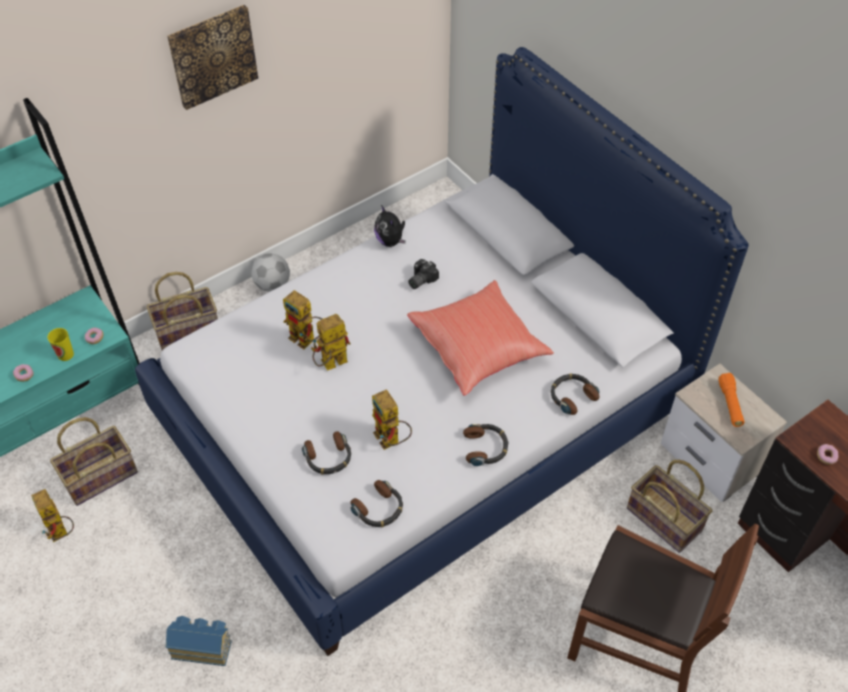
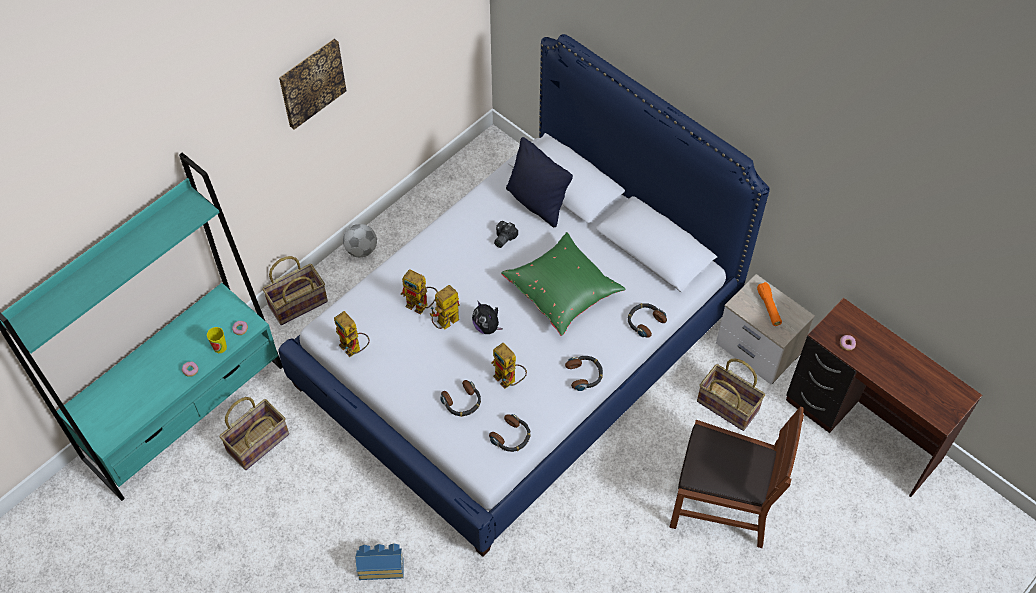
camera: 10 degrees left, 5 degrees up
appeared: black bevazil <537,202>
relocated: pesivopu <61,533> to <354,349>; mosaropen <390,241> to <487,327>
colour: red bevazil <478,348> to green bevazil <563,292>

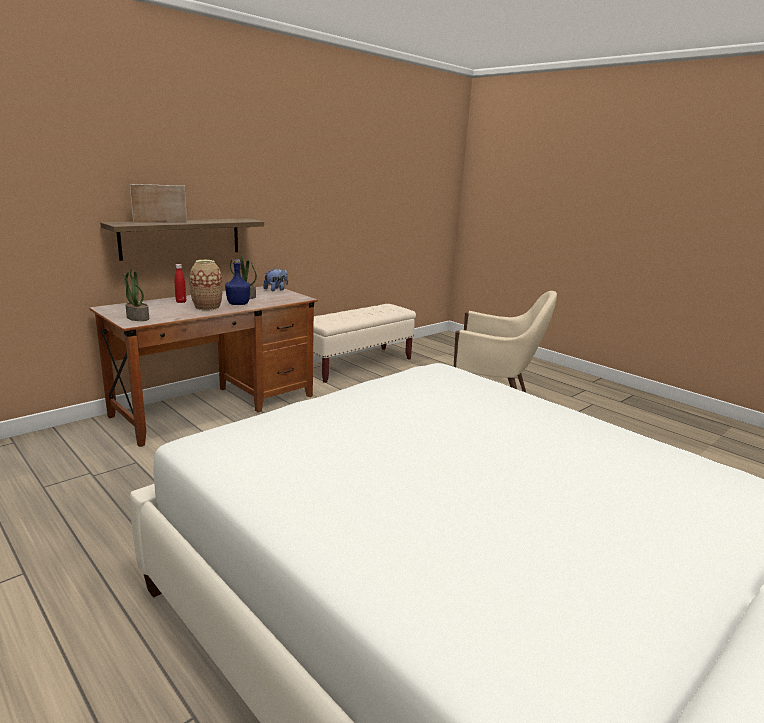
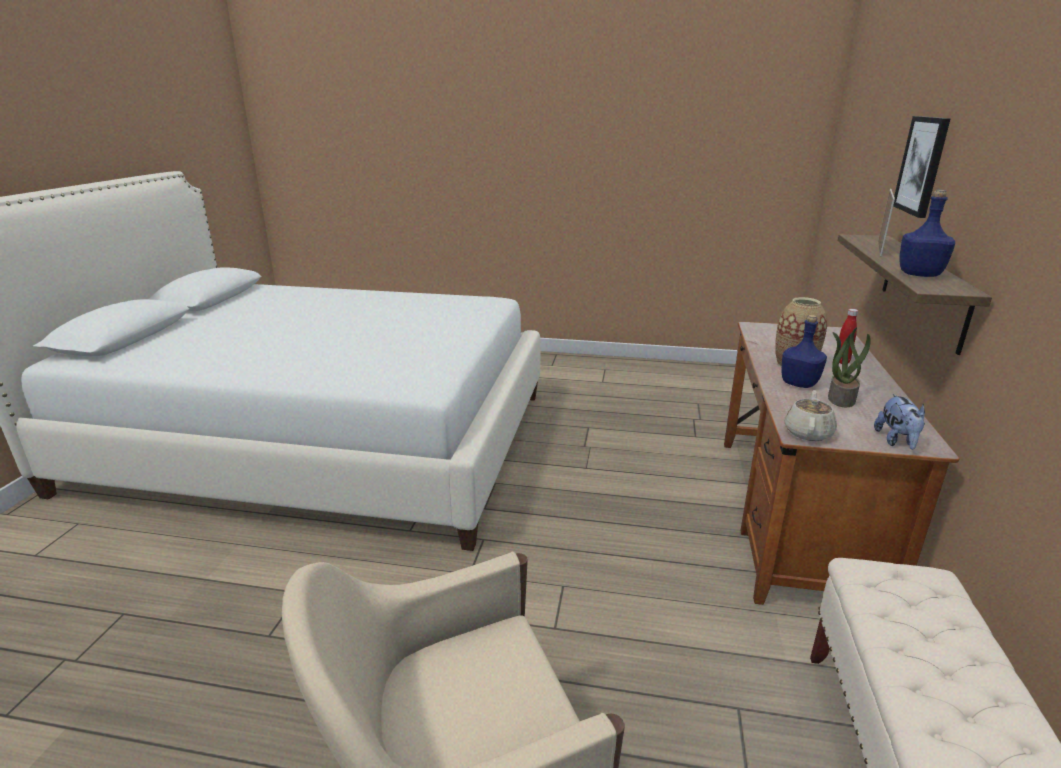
camera: 145 degrees right, 5 degrees up
missing: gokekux <137,318>
appeared: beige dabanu <808,432>; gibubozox <922,165>; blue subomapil <918,274>

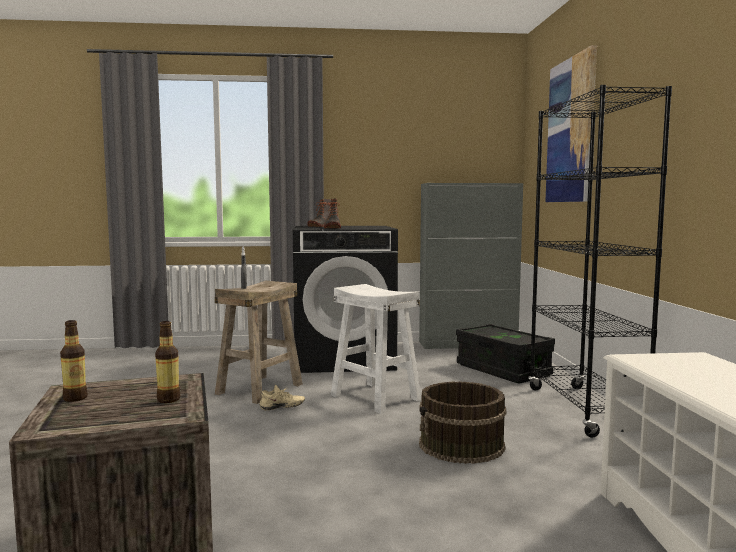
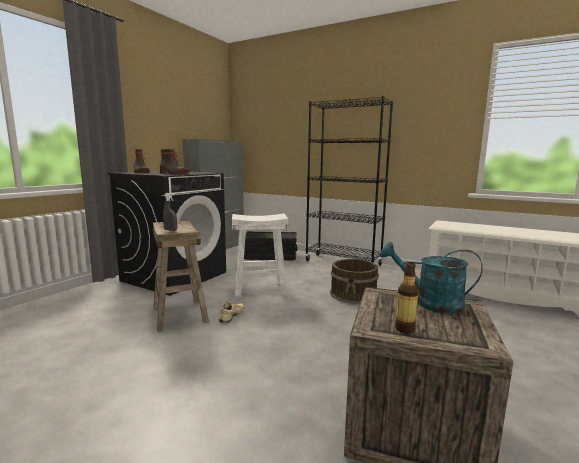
camera: 55 degrees left, 5 degrees up
missing: gibubozox <571,131>
exchanged: subomapil <168,399> to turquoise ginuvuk <430,303>

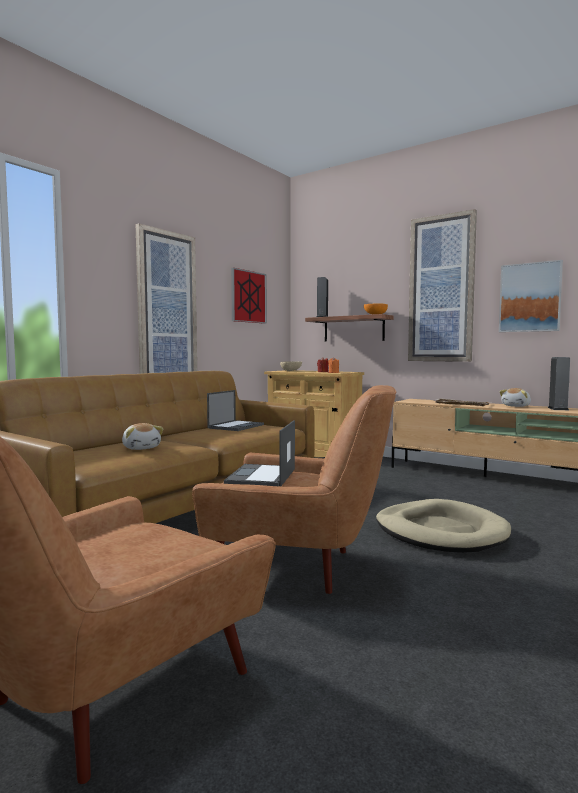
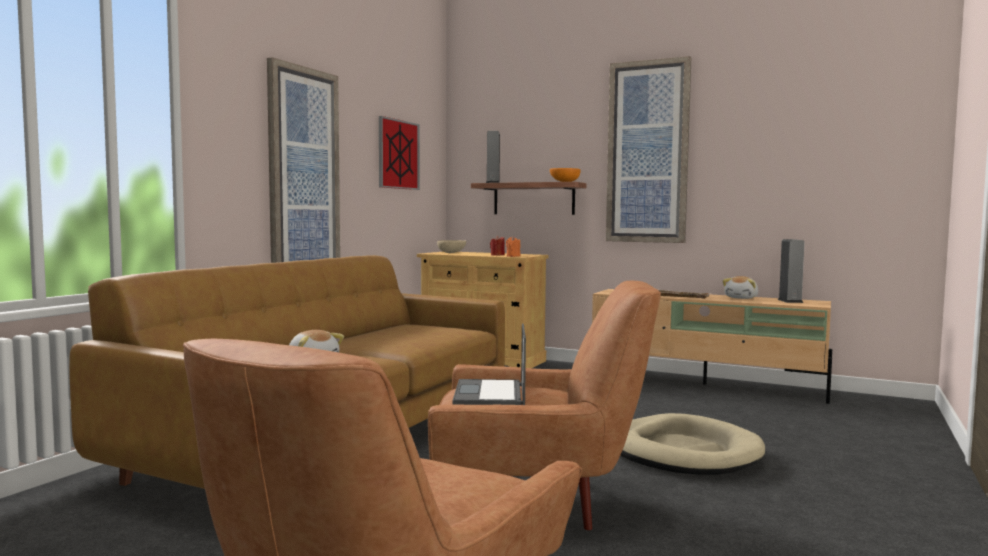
camera: 10 degrees left, 0 degrees up
missing: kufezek <236,426>; gibubozox <530,297>

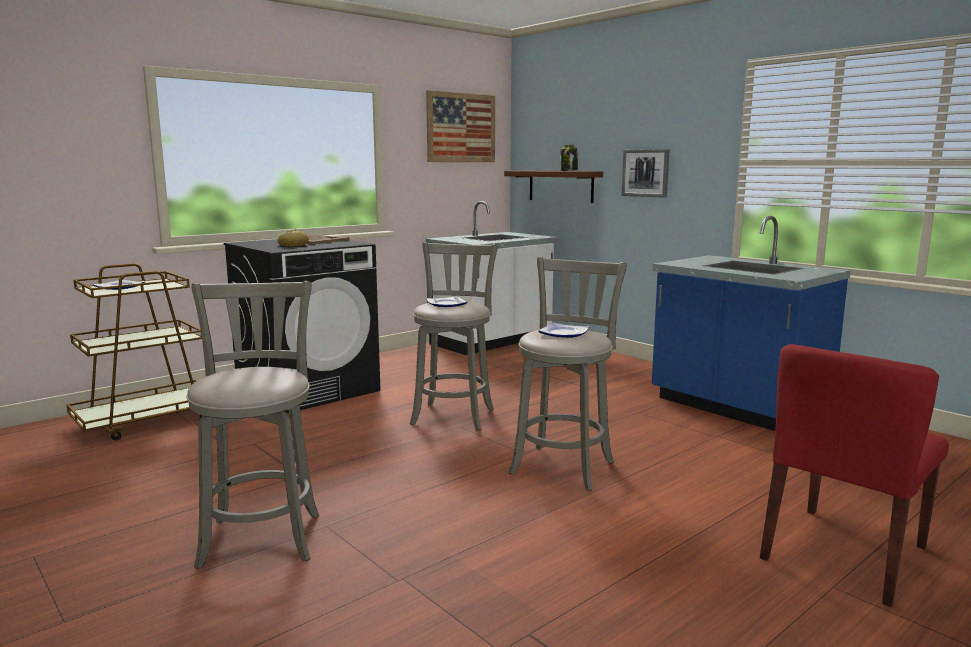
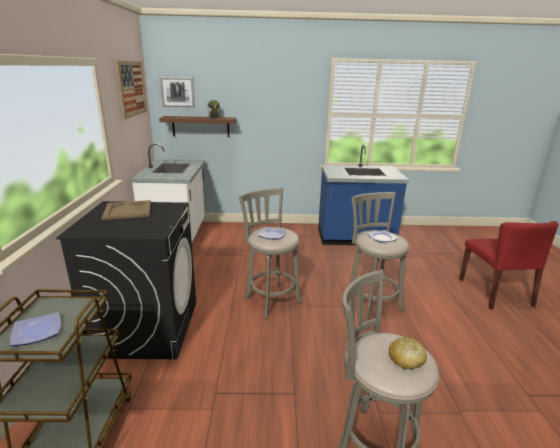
camera: 50 degrees left, 10 degrees up
relocated: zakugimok <293,245> to <406,359>; gibubozox <645,173> to <177,92>

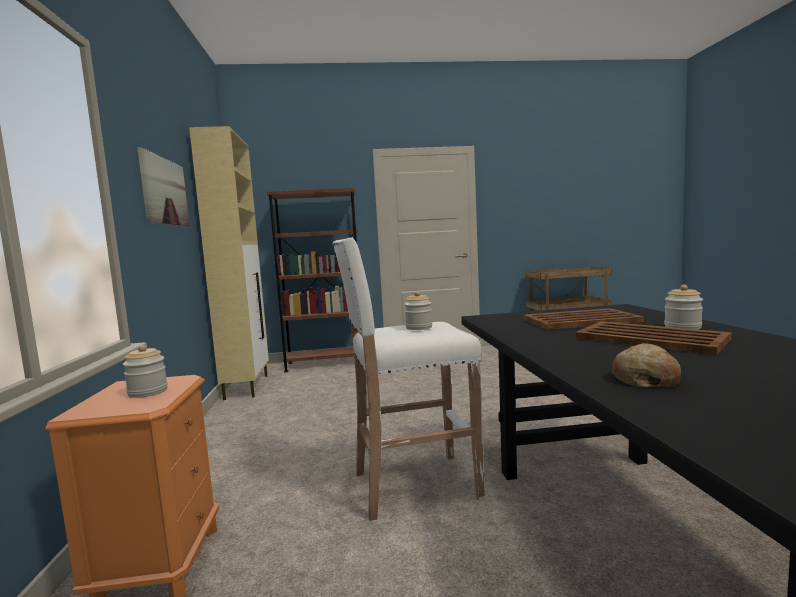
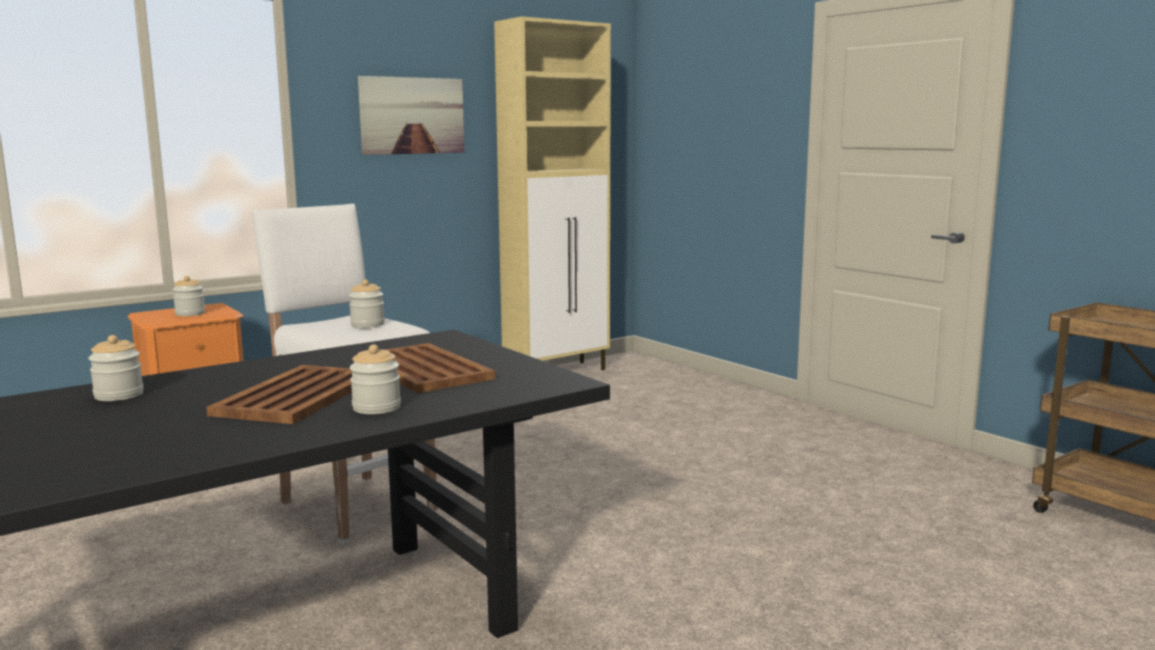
camera: 60 degrees right, 5 degrees up
missing: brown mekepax <326,364>
exchanged: zakugimok <645,379> to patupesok <119,395>

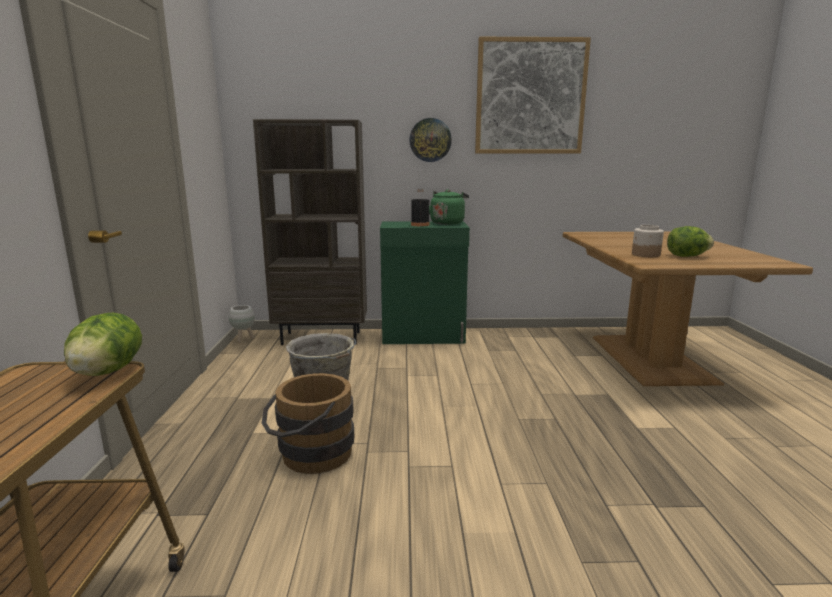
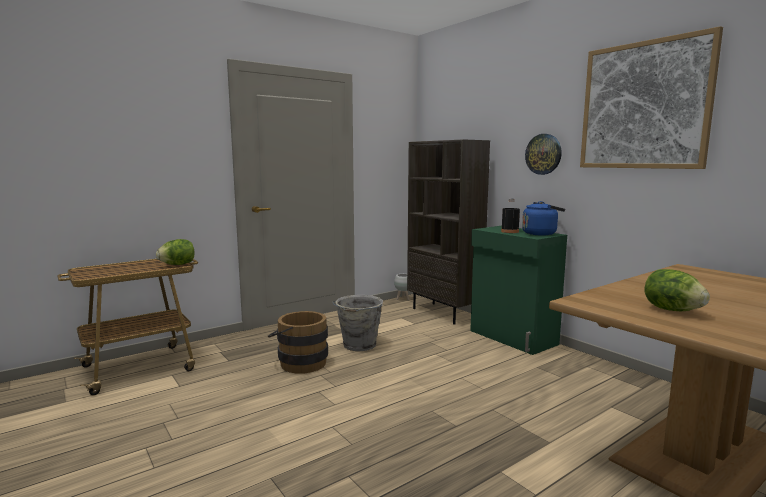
camera: 55 degrees right, 5 degrees down
missing: patupesok <645,255>
colour: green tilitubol <447,223> to blue tilitubol <541,233>

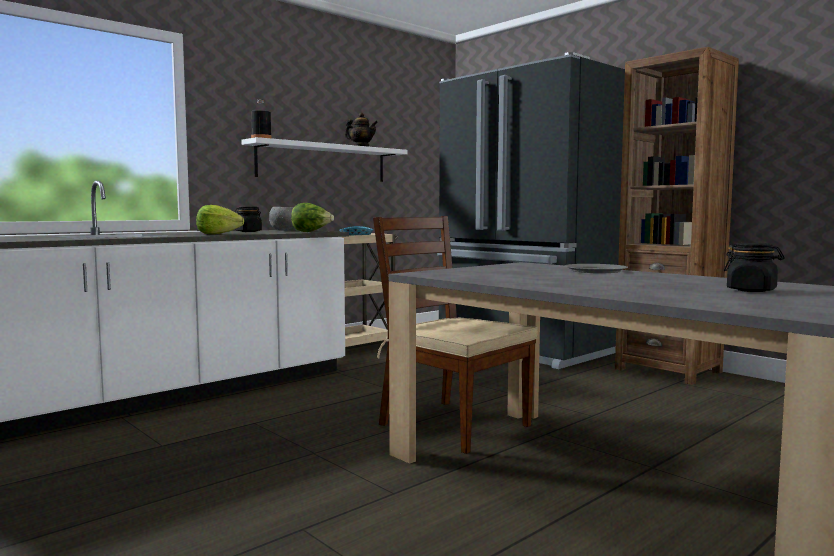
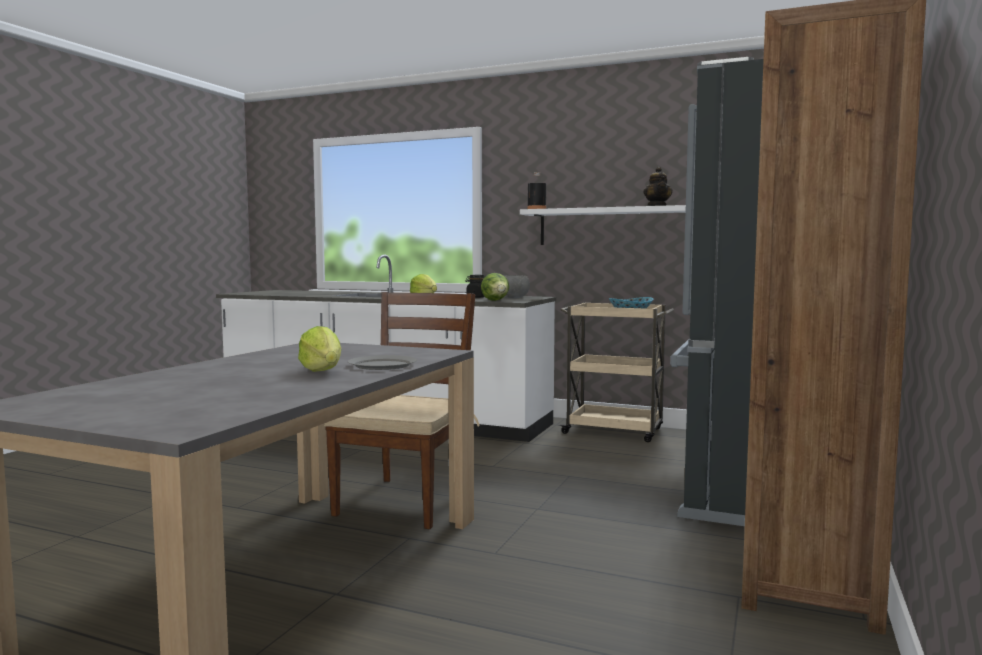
camera: 65 degrees right, 0 degrees up
missing: black patupesok <752,290>
appeared: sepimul <322,371>

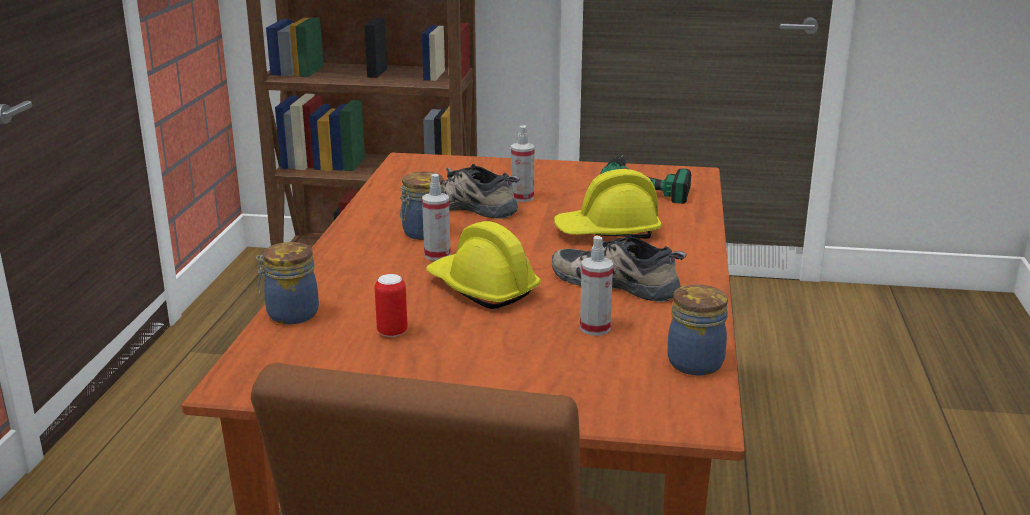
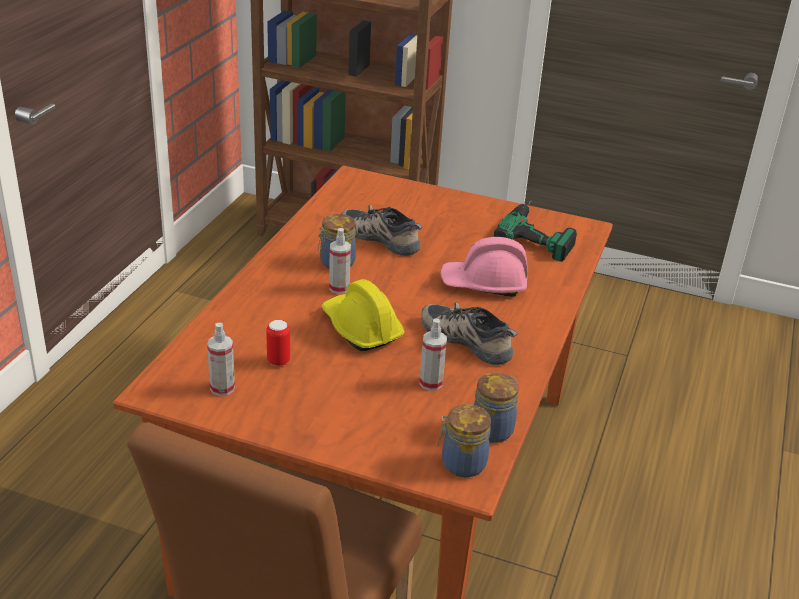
camera: 10 degrees right, 10 degrees up
relocated: patupesok <290,314> to <461,464>; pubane <522,197> to <222,388>
colour: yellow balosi <608,232> to pink balosi <484,284>

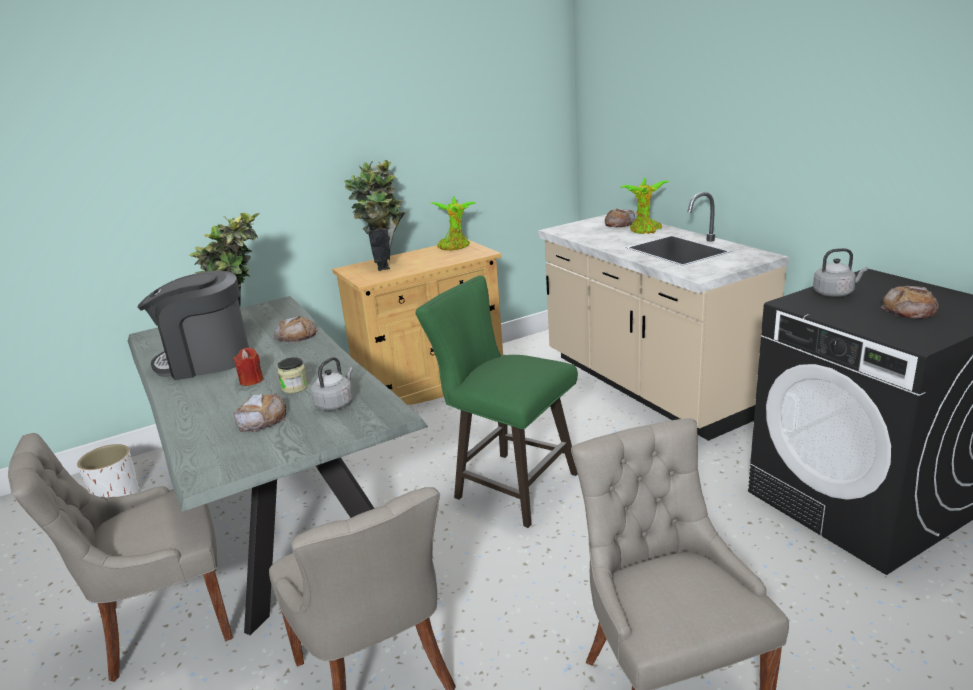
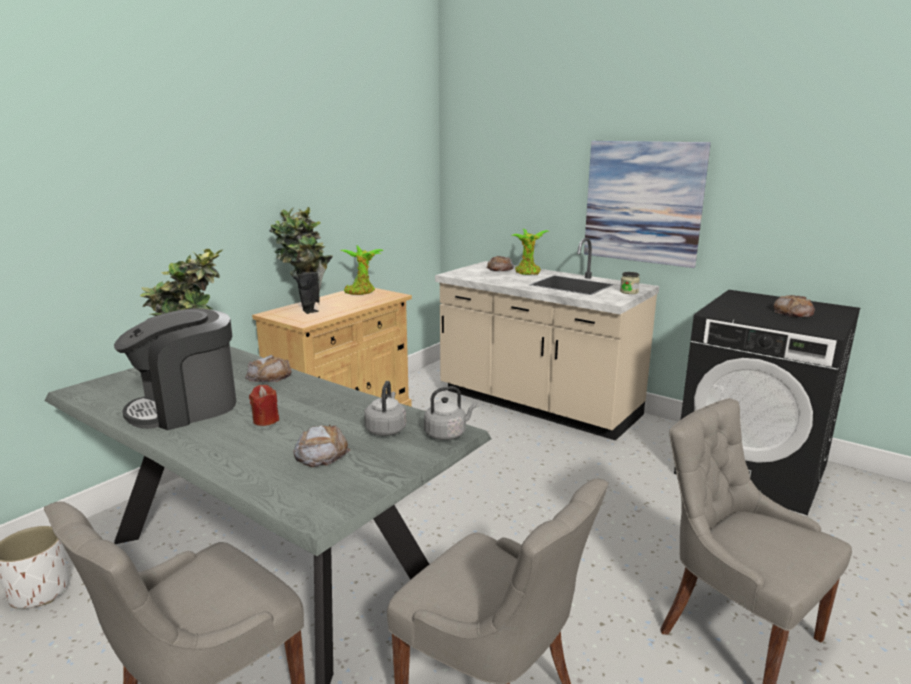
camera: 25 degrees left, 5 degrees down
missing: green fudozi <508,484>
appeared: gibubozox <643,202>
relocated: patupesok <295,387> to <629,292>; grey tilitubol <835,293> to <447,434>

